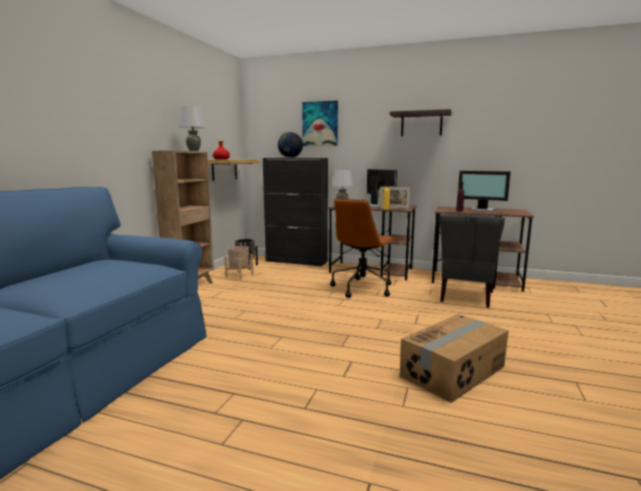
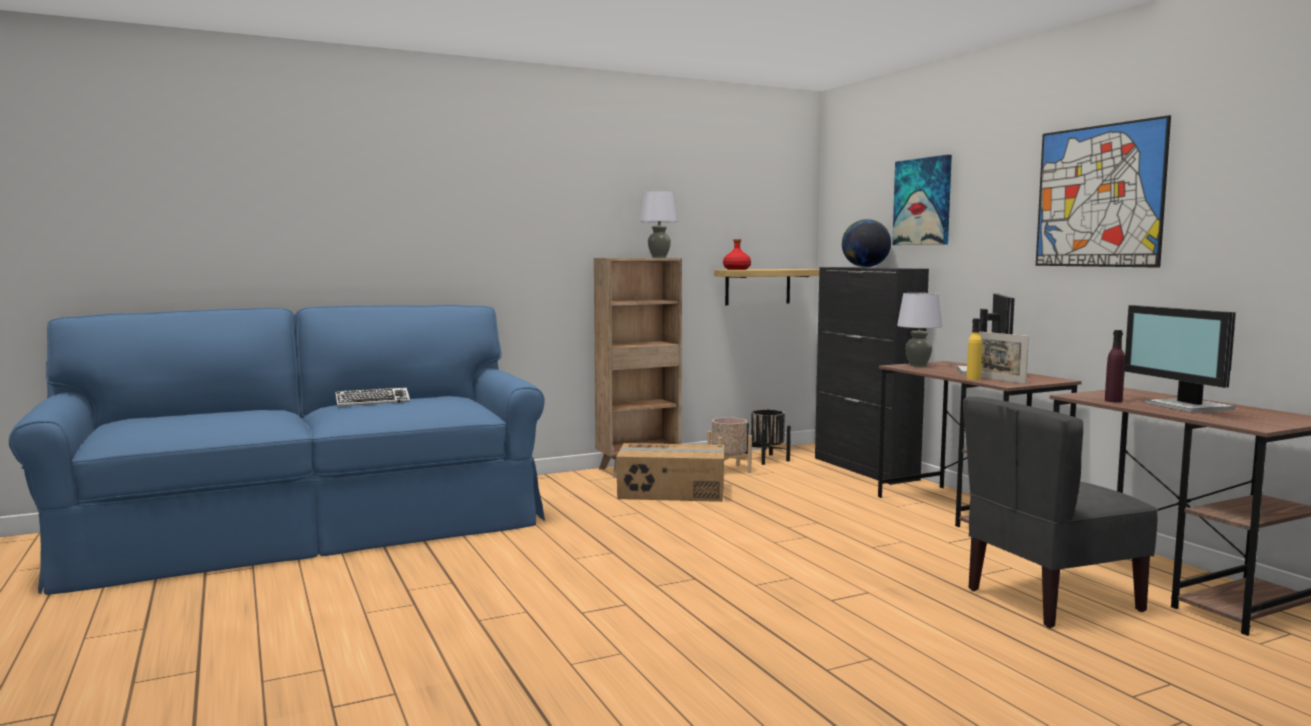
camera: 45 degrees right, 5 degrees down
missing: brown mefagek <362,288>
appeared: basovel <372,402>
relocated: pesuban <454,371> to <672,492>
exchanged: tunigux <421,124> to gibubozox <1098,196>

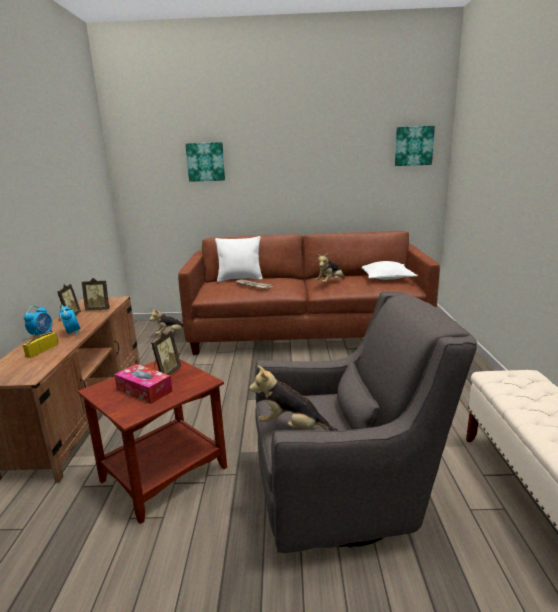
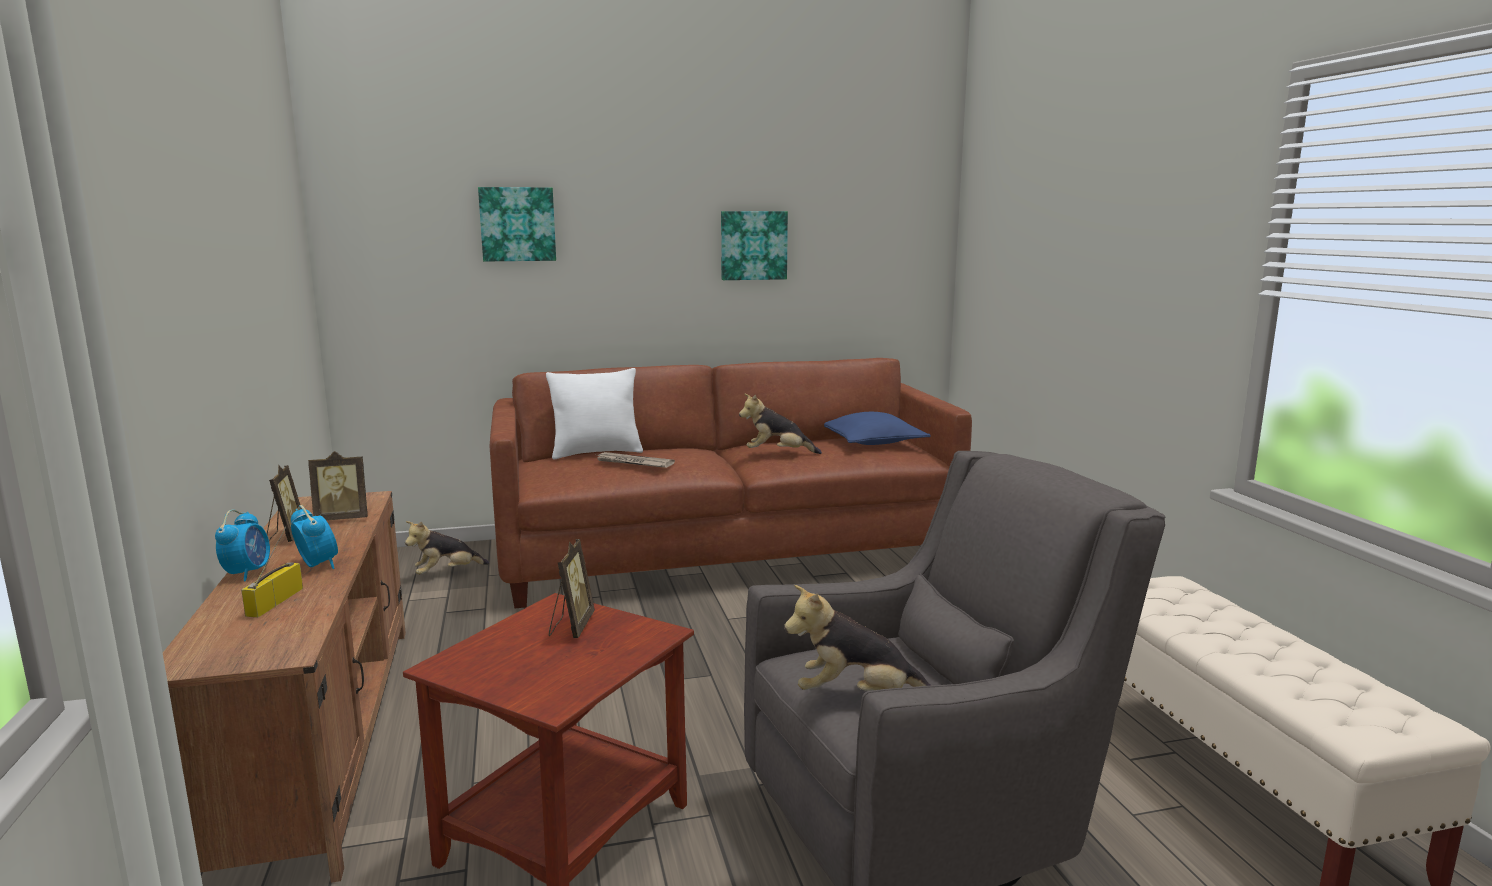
camera: 15 degrees left, 5 degrees down
missing: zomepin <144,390>
relocated: gibubozox <413,146> to <753,245>
colour: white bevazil <386,278> to blue bevazil <872,442>
spun: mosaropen <330,283> = <777,454> 60 degrees clockwise

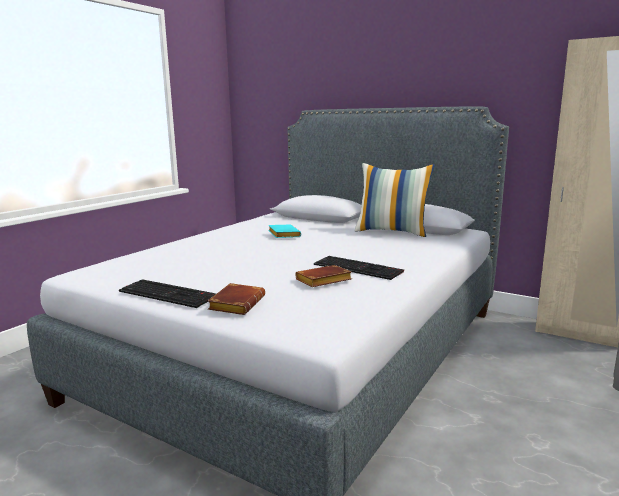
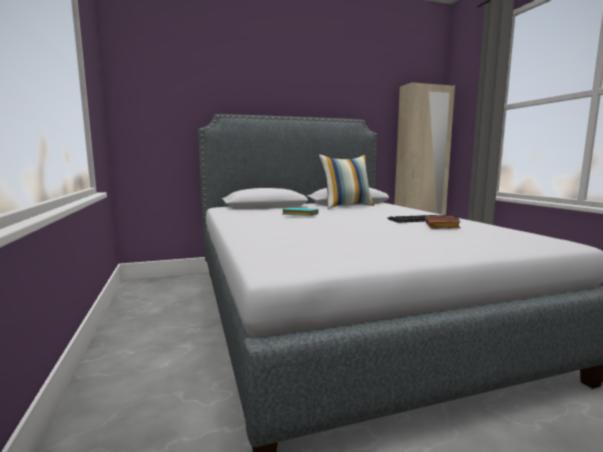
camera: 50 degrees left, 5 degrees down
missing: basovel <169,293>; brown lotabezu <236,303>

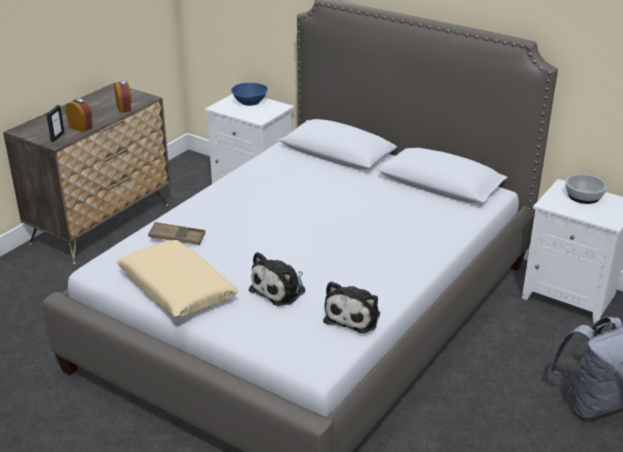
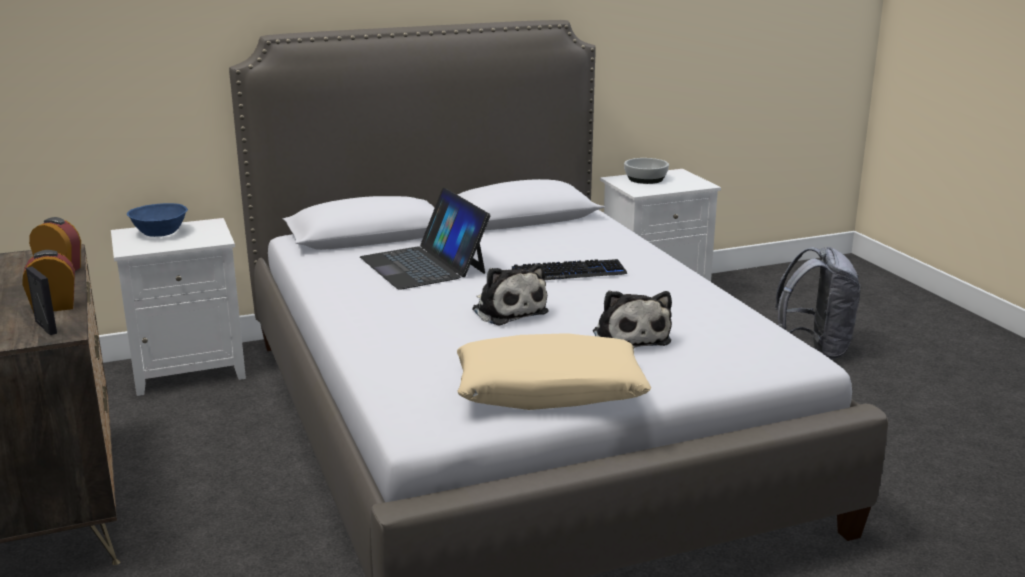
camera: 55 degrees left, 10 degrees down
missing: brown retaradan <177,237>
appeared: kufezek <424,265>; basovel <569,273>
relocated: mosaropen <354,316> to <508,310>

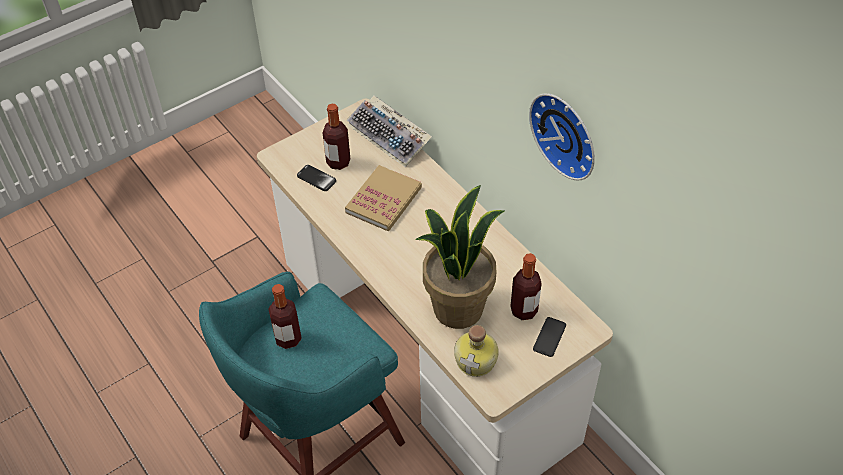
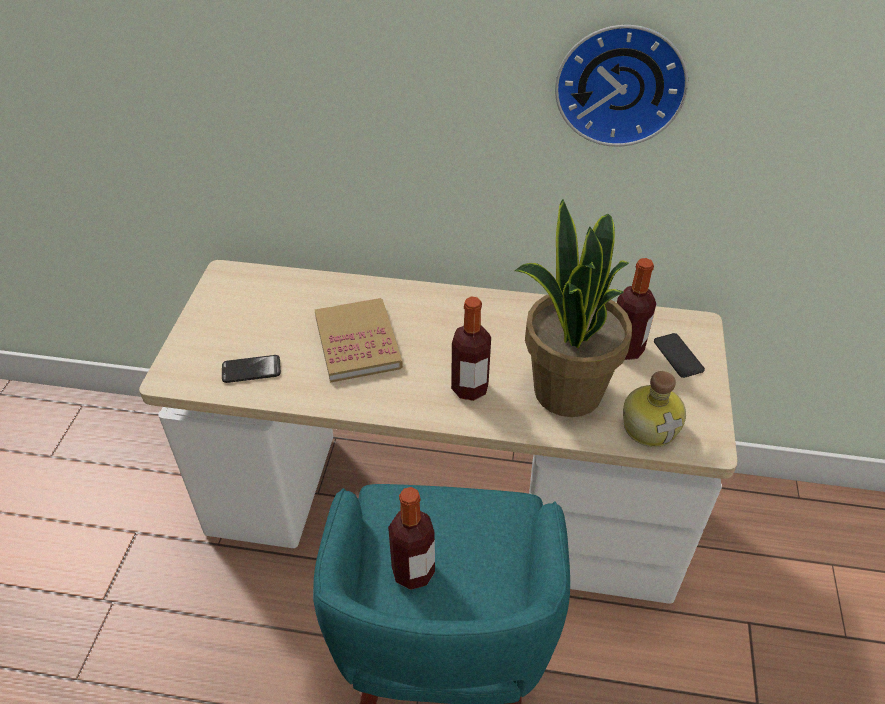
camera: 45 degrees left, 5 degrees down
missing: basovel <390,136>
relocated: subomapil <338,162> to <469,388>

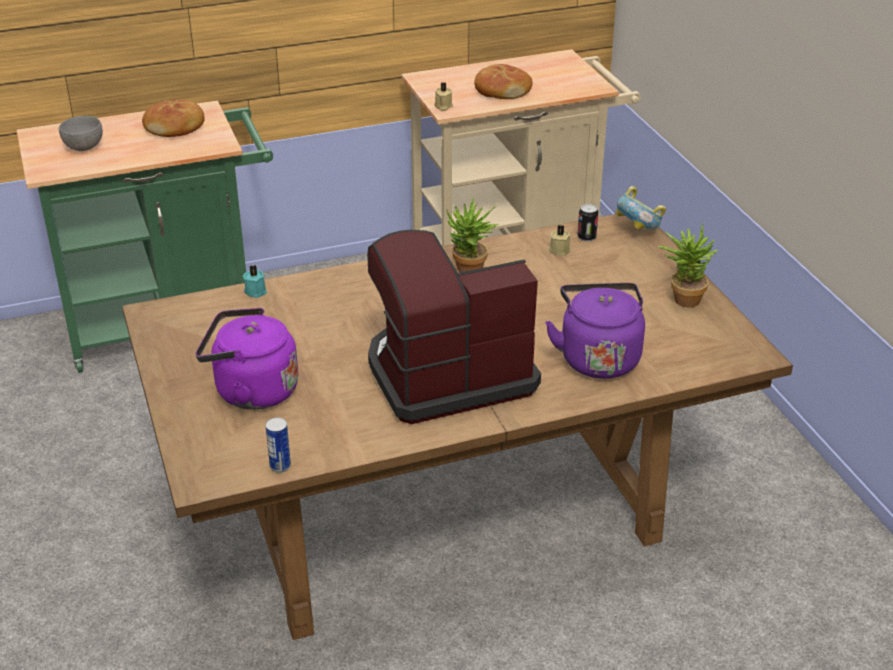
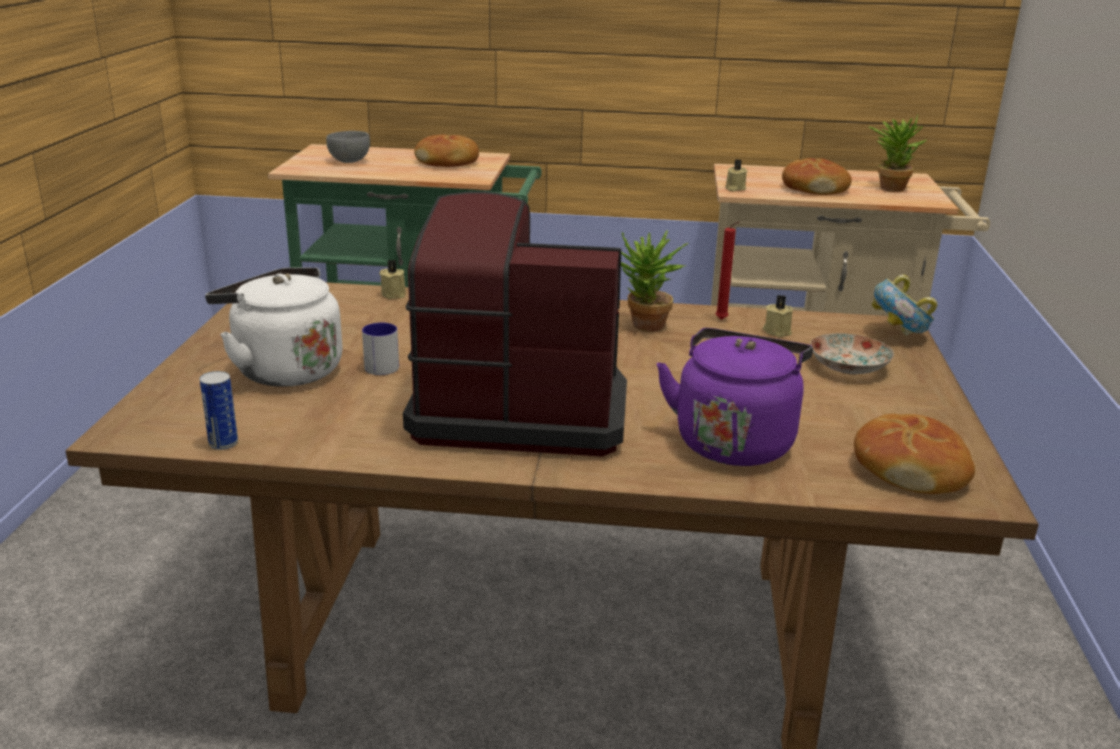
camera: 25 degrees right, 10 degrees down
missing: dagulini <586,237>
appeared: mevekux <378,365>; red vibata <722,320>; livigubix <847,367>; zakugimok <909,469>
relocated: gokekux <682,298> to <889,187>
colour: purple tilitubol <251,391> to white tilitubol <283,370>; turquoise vibata <256,291> to beige vibata <394,294>

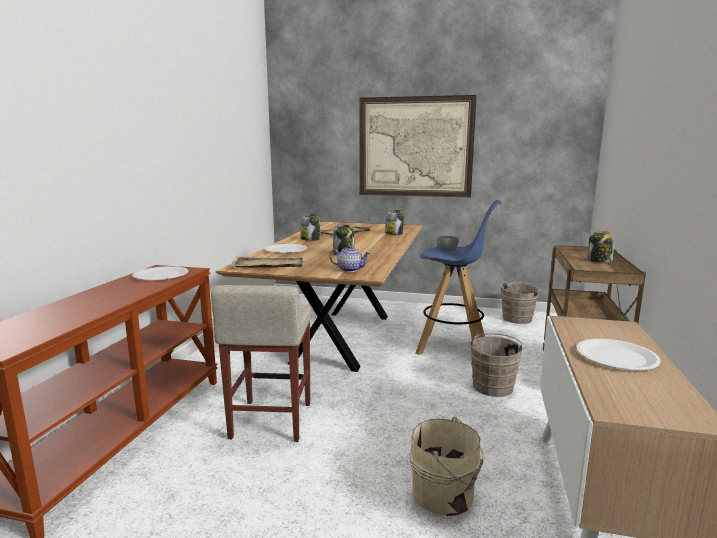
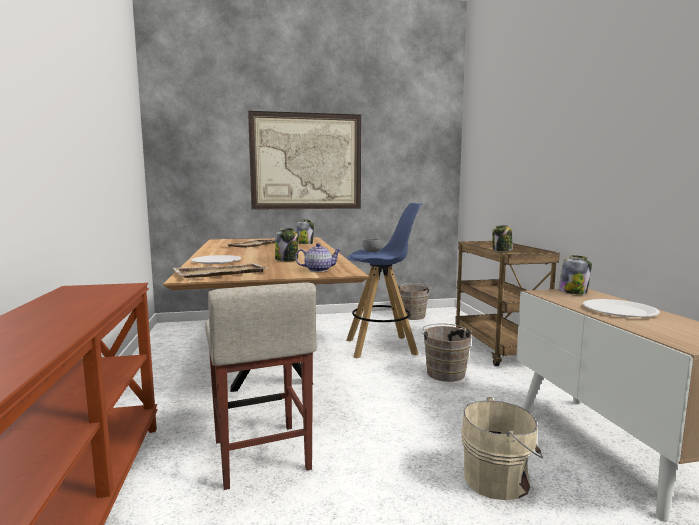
camera: 25 degrees left, 5 degrees down
missing: white livigubix <160,275>
relocated: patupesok <310,239> to <573,292>

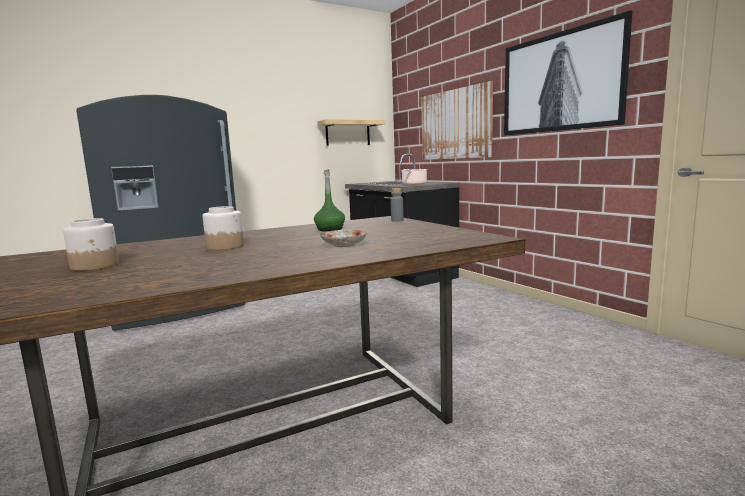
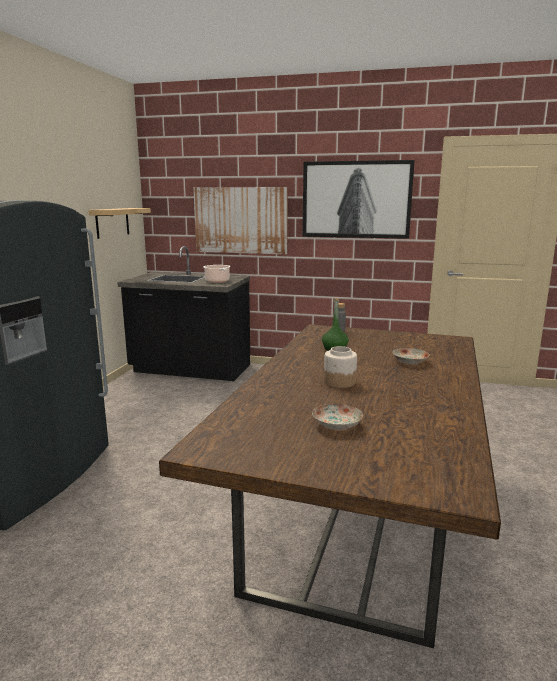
camera: 45 degrees left, 5 degrees up
exchanged: patupesok <95,266> to livigubix <337,425>

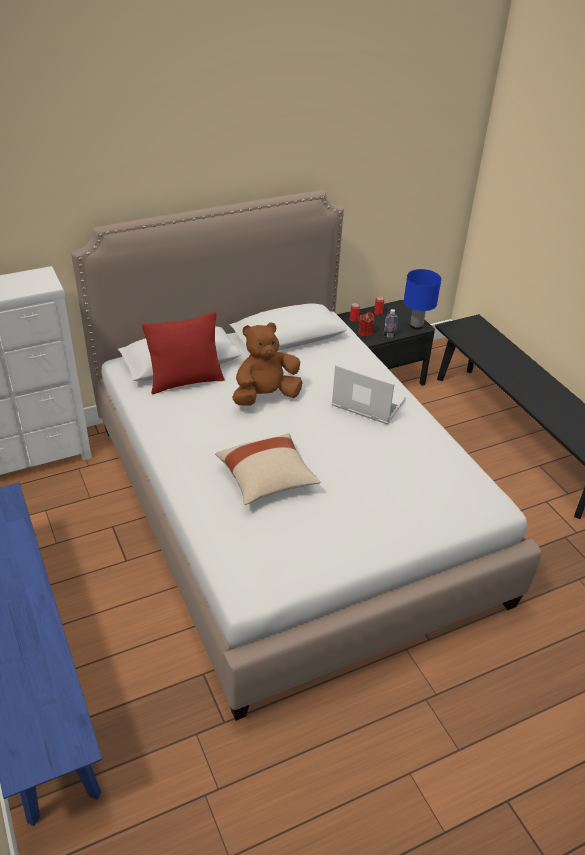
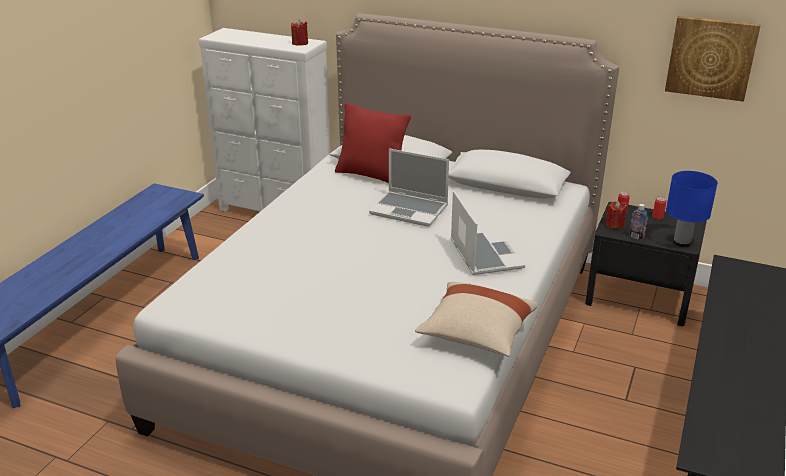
camera: 50 degrees right, 10 degrees down
appeared: red vibata <300,43>; gibubozox <711,57>
relocated: beige bevazil <267,480> to <476,334>
exchanged: brown mosaropen <265,396> to kufezek <410,210>

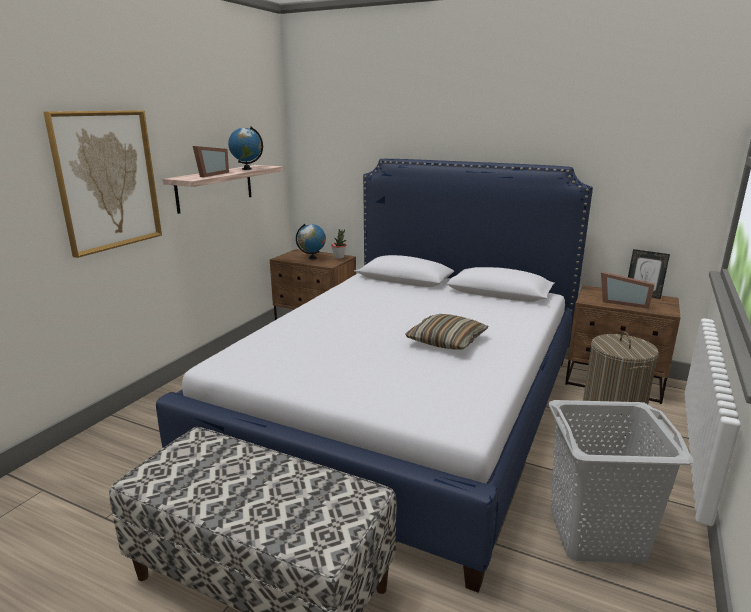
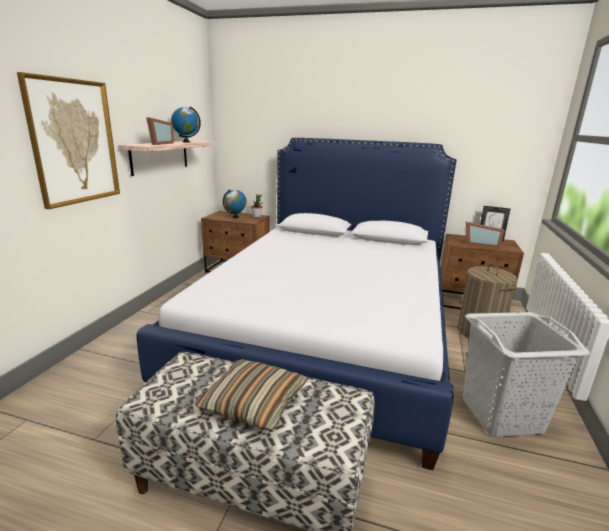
camera: 10 degrees left, 0 degrees up
relocated: bevazil <446,341> to <253,402>

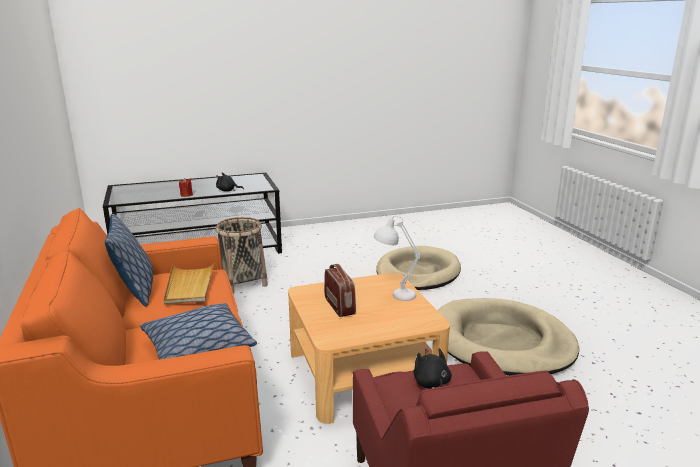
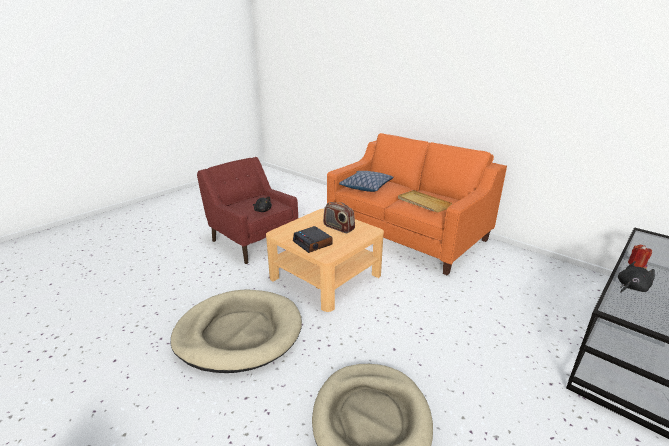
camera: 150 degrees right, 5 degrees up
missing: bevazil <135,292>; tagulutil <243,282>
exchanged: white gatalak <394,295> to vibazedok <313,243>

